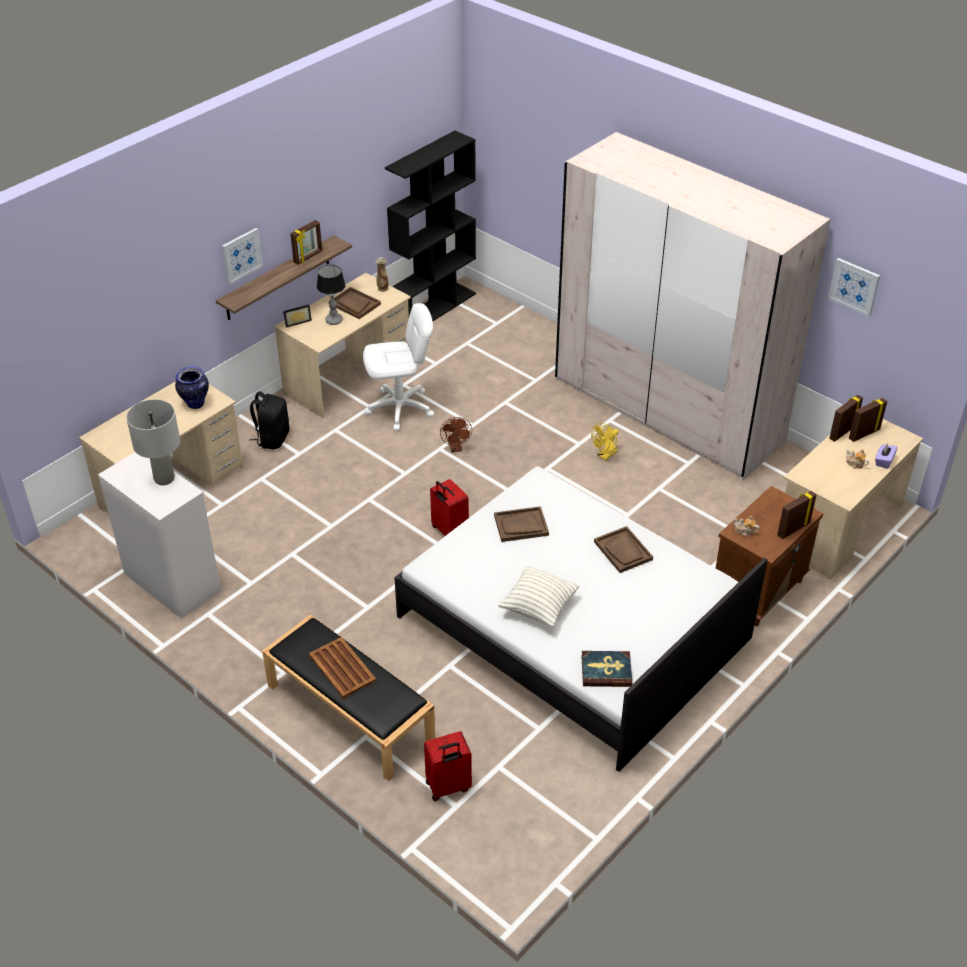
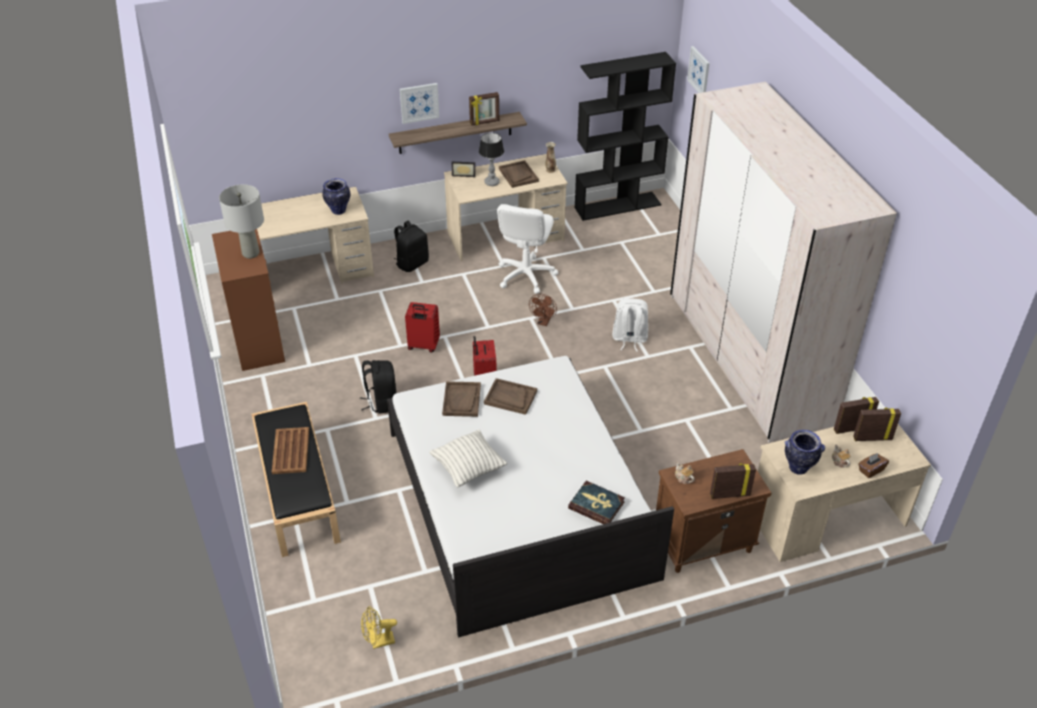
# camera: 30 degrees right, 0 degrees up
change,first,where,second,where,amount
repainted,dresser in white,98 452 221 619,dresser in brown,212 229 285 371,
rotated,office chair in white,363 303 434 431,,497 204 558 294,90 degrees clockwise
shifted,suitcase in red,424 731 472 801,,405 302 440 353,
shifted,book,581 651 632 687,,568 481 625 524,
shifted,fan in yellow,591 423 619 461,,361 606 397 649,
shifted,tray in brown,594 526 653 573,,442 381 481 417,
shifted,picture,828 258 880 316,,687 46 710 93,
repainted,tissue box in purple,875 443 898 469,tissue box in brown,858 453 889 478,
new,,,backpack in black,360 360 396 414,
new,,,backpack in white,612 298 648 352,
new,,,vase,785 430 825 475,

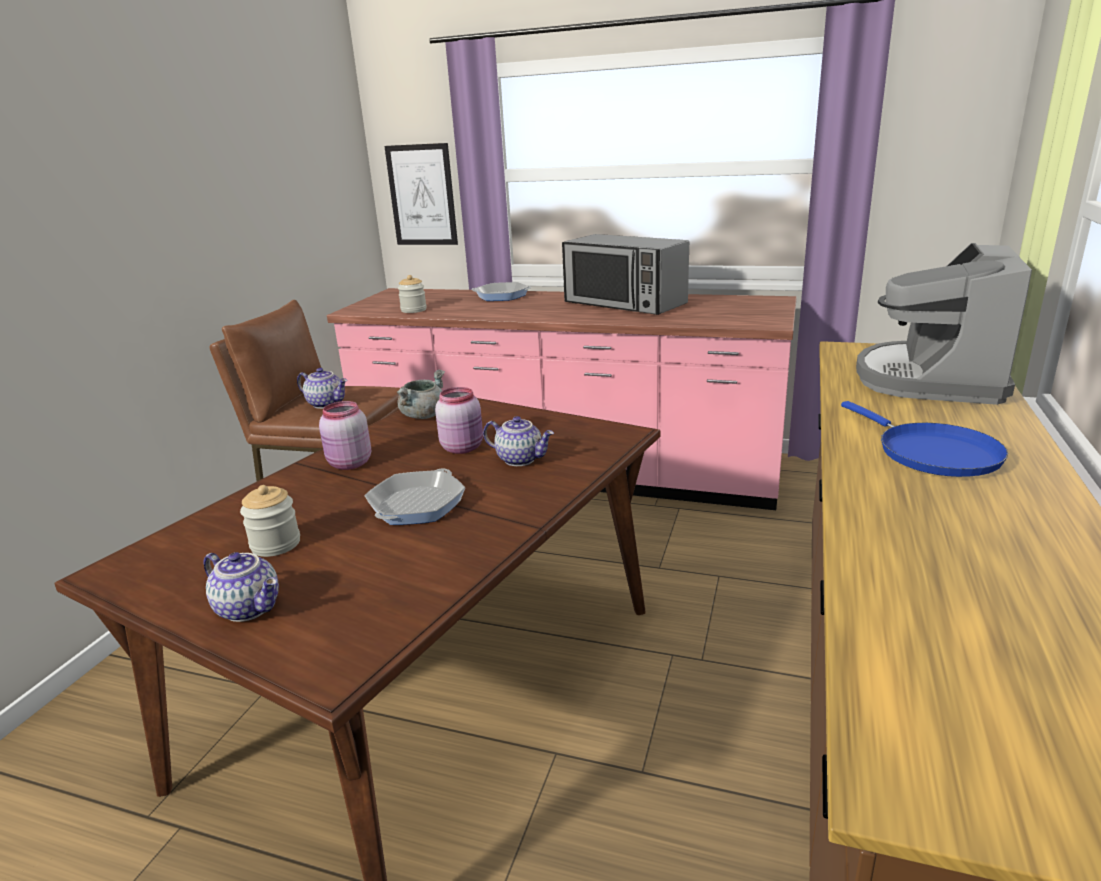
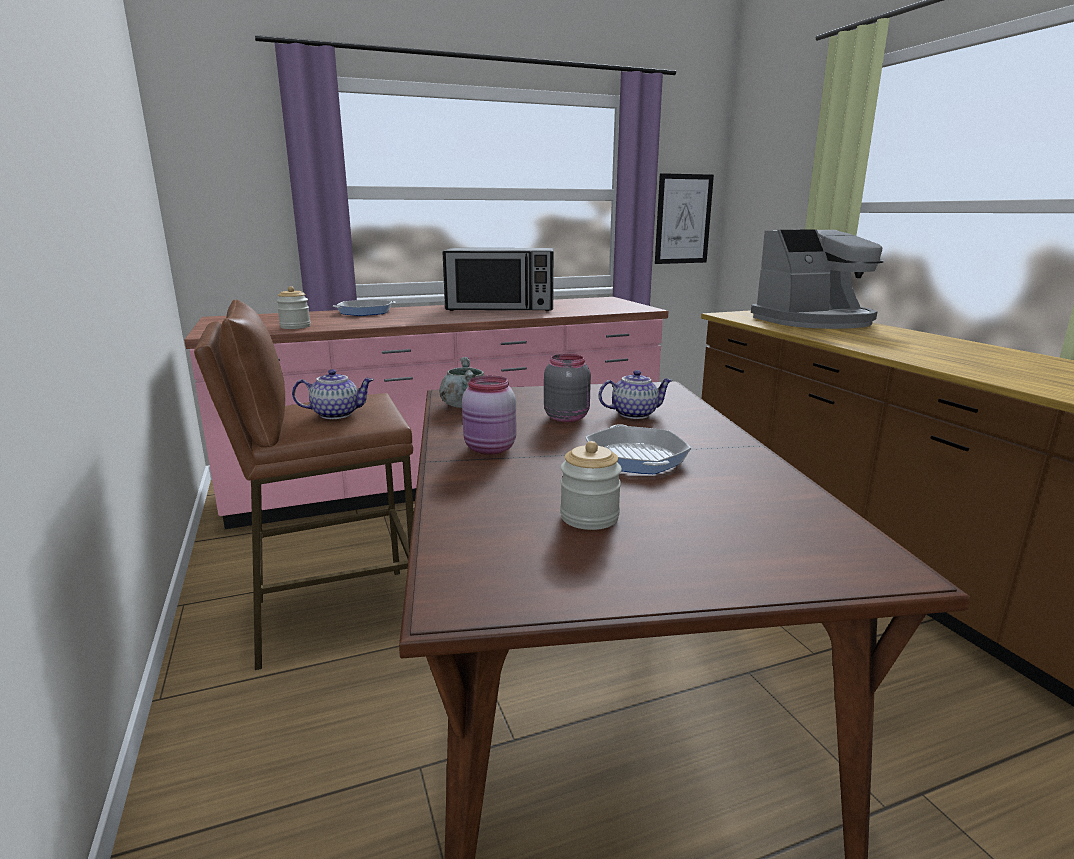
# camera: 40 degrees left, 5 degrees down
change,first,where,second,where,amount
gone,teapot,203 552 279 622,,,
shifted,picture,384 143 458 245,,655 173 714 264,
repainted,jar in pink,435 387 483 454,jar in grey,544 354 591 422,
gone,frying pan in blue,841 401 1008 477,,,
rotated,coffee machine,856 243 1032 405,,751 229 883 329,90 degrees counterclockwise

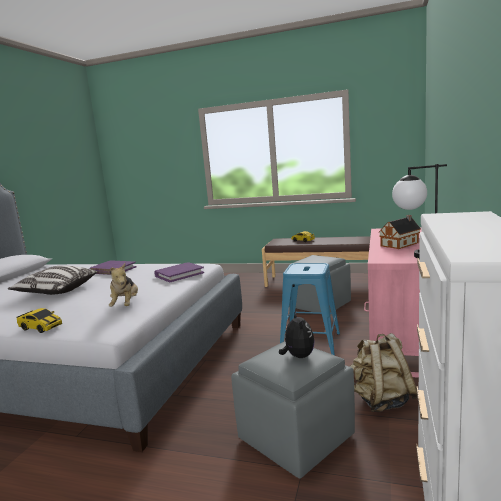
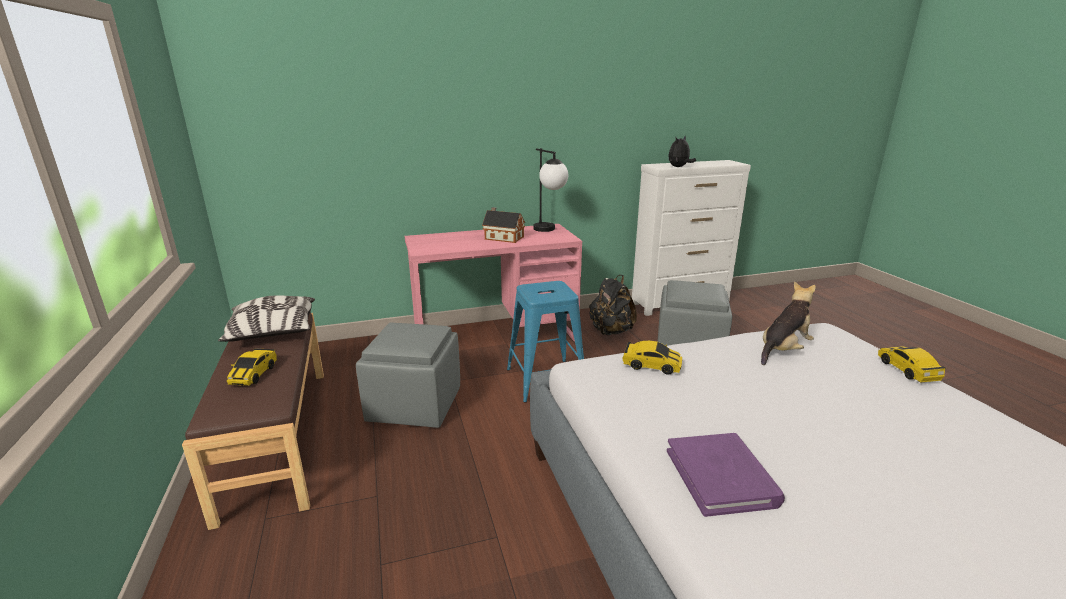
# camera: 125 degrees left, 10 degrees up
change,first,where,second,where,amount
shifted,pillow,8 266 97 295,,218 295 315 342,
swapped,book in purple,155 262 204 282,toy car,622 341 682 375,
shifted,plush toy,279 310 315 358,,668 136 696 167,
repainted,backpack in beige,350 333 417 412,backpack in black,589 275 637 335,

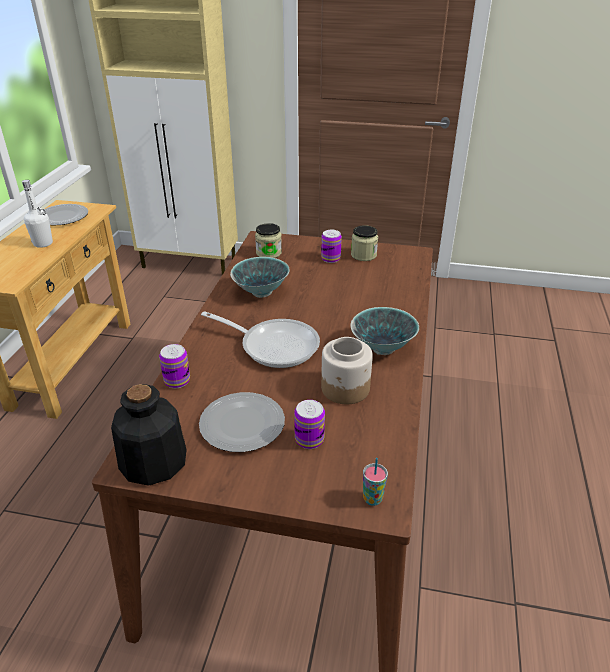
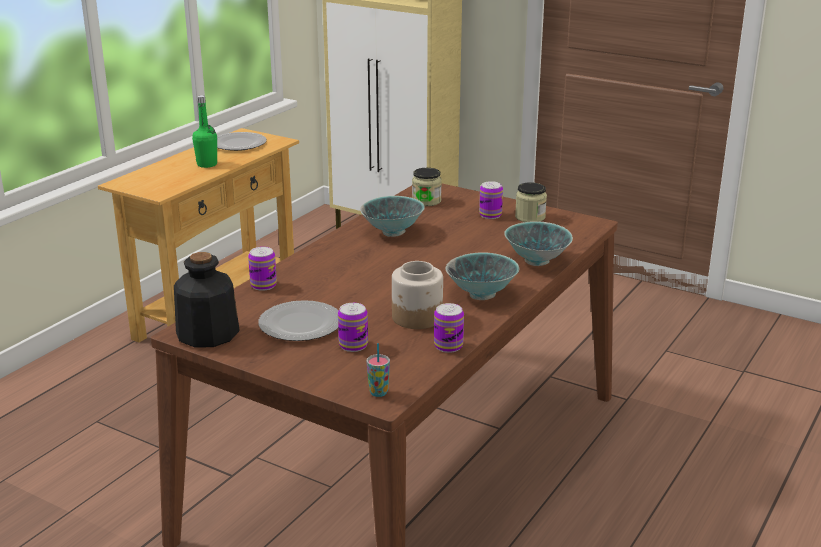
# camera: 20 degrees right, 10 degrees down
change,first,where,second,where,amount
repainted,bottle in white,22 180 53 248,bottle in green,192 95 217 168,
gone,frying pan,201 311 320 368,,,
new,,,can,434 303 464 353,
new,,,bowl,504 221 573 266,

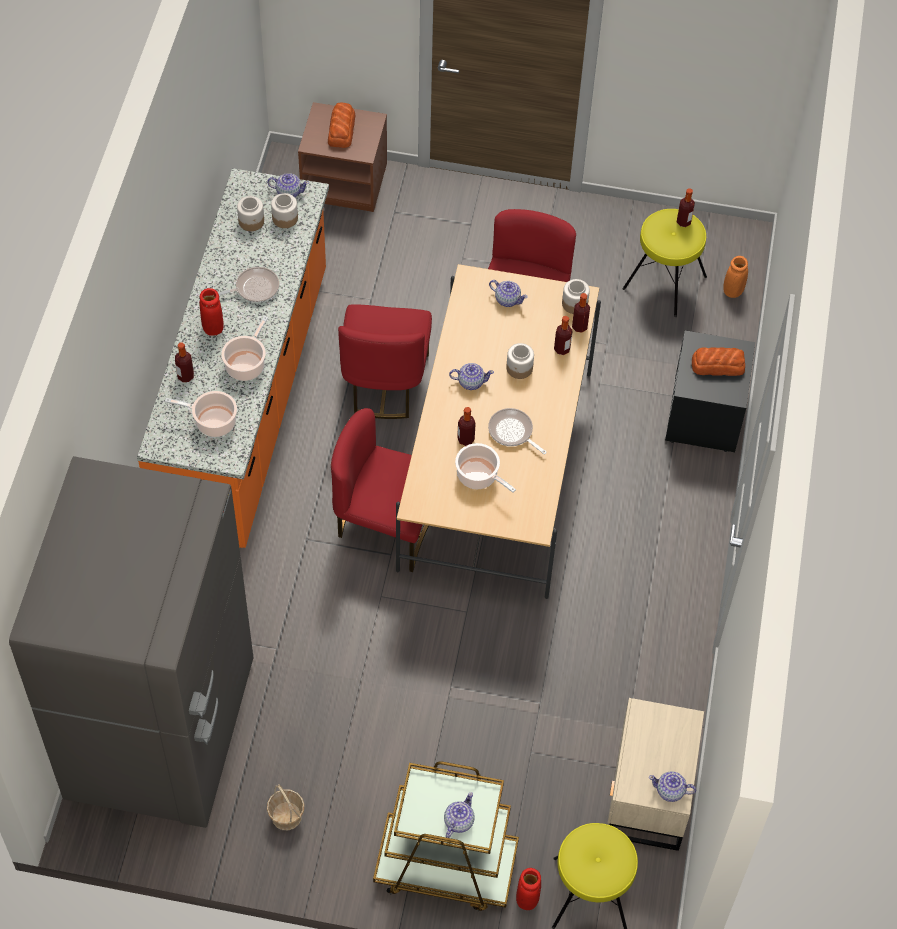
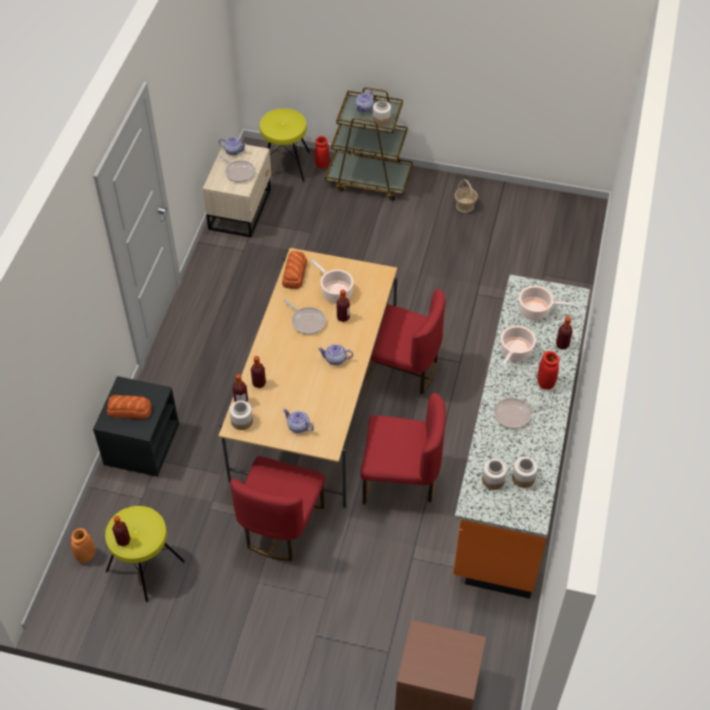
# camera: 175 degrees left, 5 degrees down
change,first,where,second,where,amount
gone,fridge in grey,9 456 254 828,,,
gone,teapot,267 173 309 197,,,
shifted,bread,328 103 355 148,,282 251 307 289,
rotated,chair in red,338 304 432 419,,360 393 446 504,90 degrees clockwise
shifted,jar,506 343 534 379,,373 101 391 126,
new,,,frying pan,219 155 255 182,

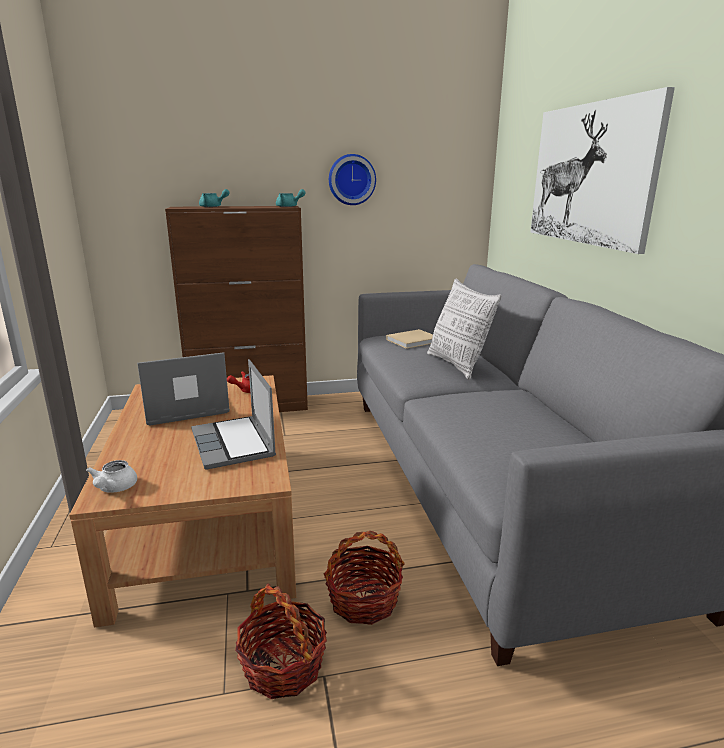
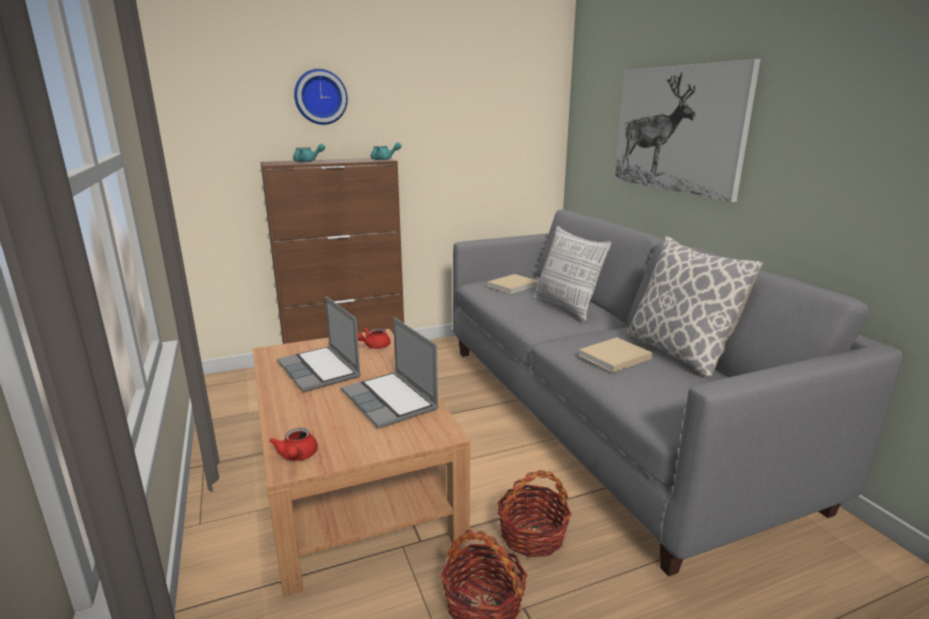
# camera: 10 degrees left, 0 degrees up
change,first,where,second,where,amount
repainted,teapot in white,86 460 137 493,teapot in red,269 428 318 461,
rotated,laptop,137 352 230 425,,277 296 361 392,90 degrees counterclockwise
shifted,wall clock,329 154 376 205,,294 69 348 125,
new,,,book in beige,578 337 652 373,
new,,,pillow,627 236 763 377,

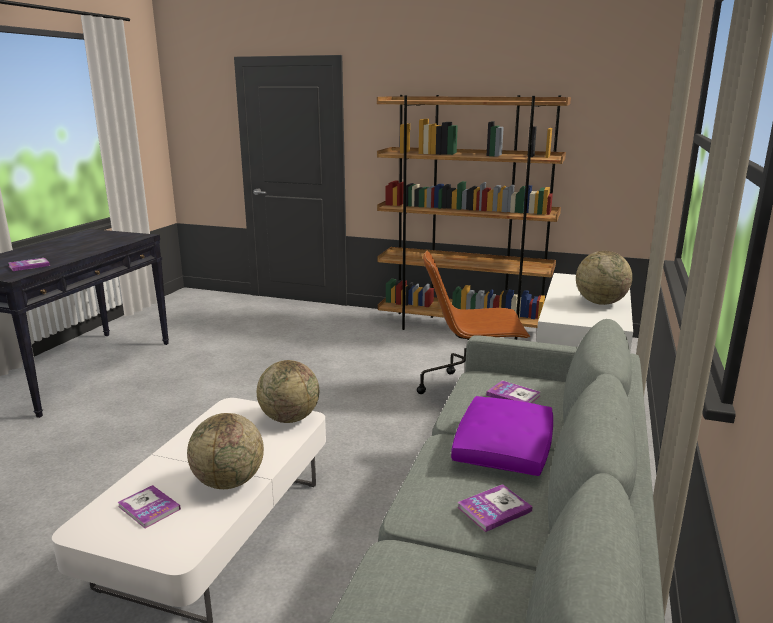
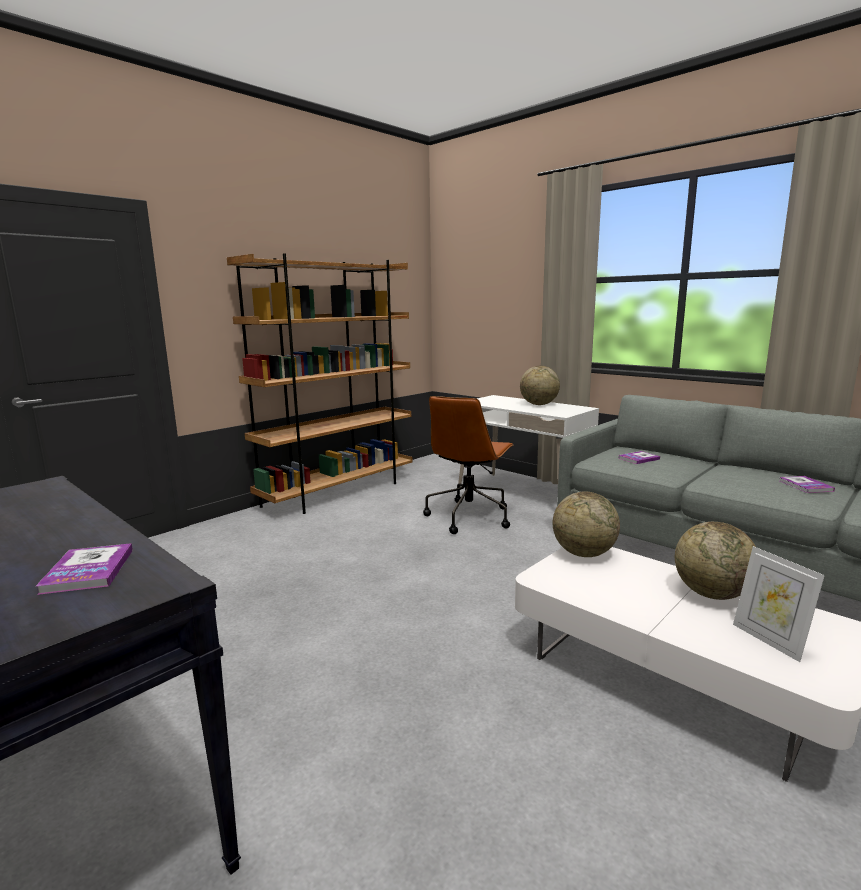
# camera: 65 degrees left, 5 degrees down
change,first,where,second,where,amount
swapped,book,118 485 181 528,picture frame,733 546 825 662,
gone,pillow in purple,451 396 553 476,,,

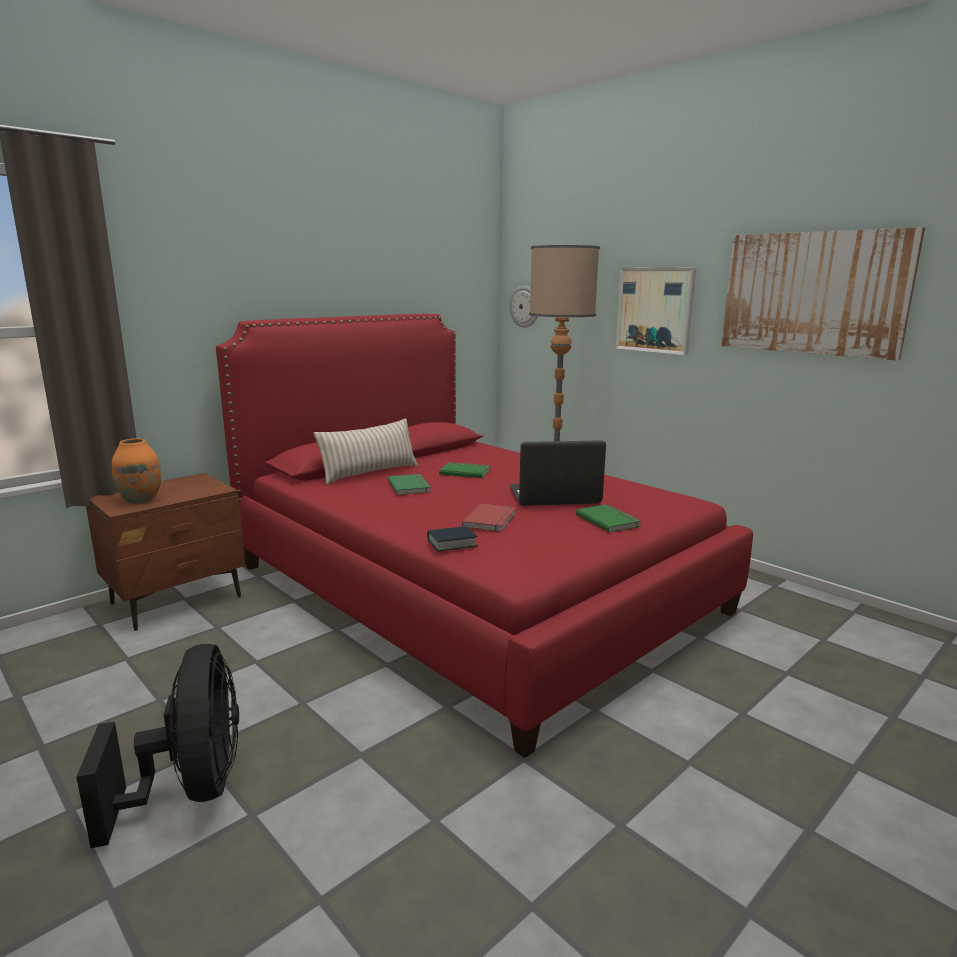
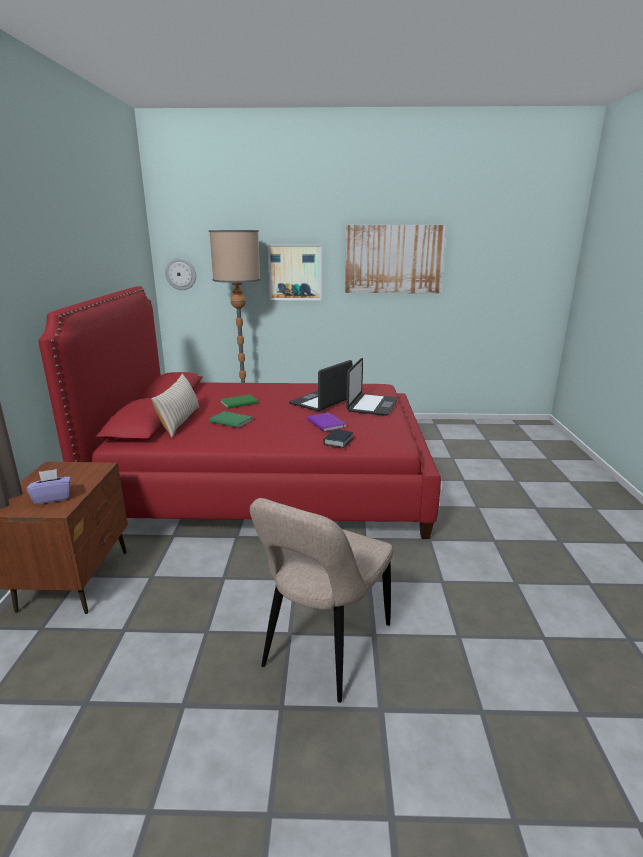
# camera: 45 degrees left, 5 degrees up
change,first,where,second,where,amount
swapped,fan in black,76 644 239 848,chair in beige,250 498 393 703,
swapped,vase in orange,112 438 161 504,tissue box in purple,27 469 71 505,
repainted,book in red,462 504 516 532,book in purple,307 413 347 432,
swapped,book in green,576 504 641 532,laptop,346 358 398 416,

